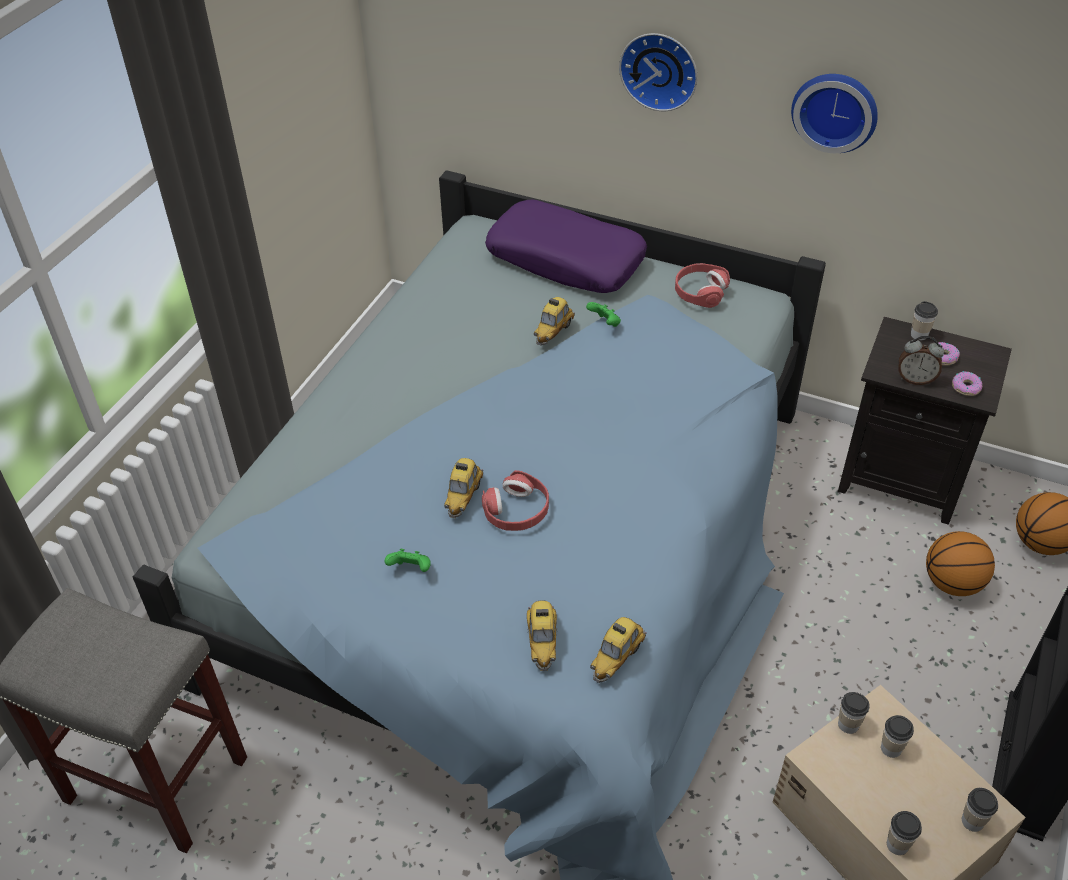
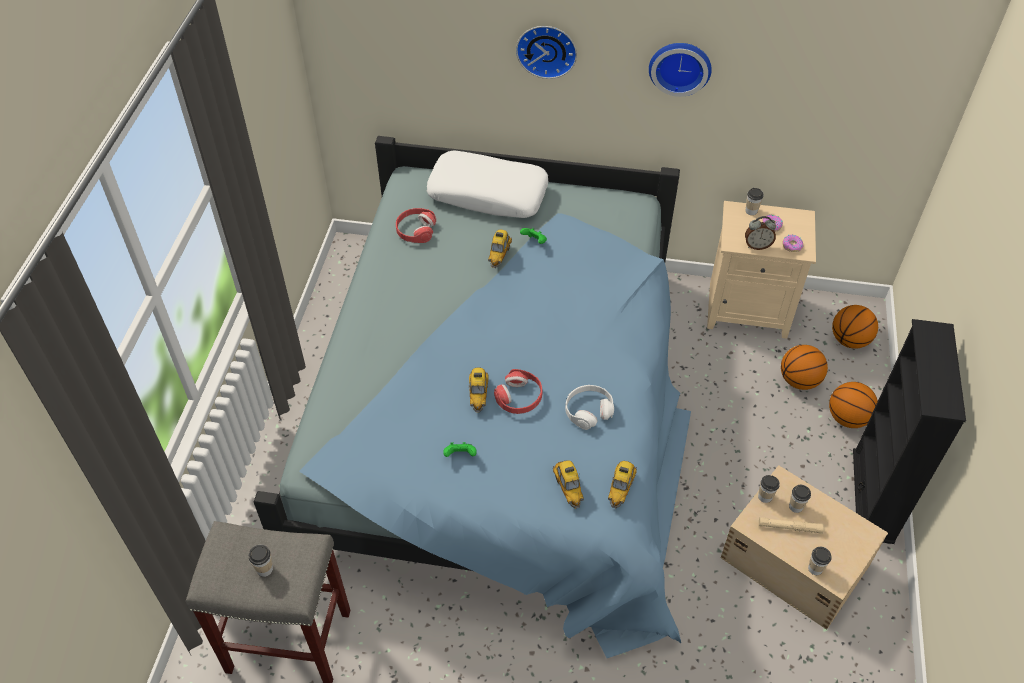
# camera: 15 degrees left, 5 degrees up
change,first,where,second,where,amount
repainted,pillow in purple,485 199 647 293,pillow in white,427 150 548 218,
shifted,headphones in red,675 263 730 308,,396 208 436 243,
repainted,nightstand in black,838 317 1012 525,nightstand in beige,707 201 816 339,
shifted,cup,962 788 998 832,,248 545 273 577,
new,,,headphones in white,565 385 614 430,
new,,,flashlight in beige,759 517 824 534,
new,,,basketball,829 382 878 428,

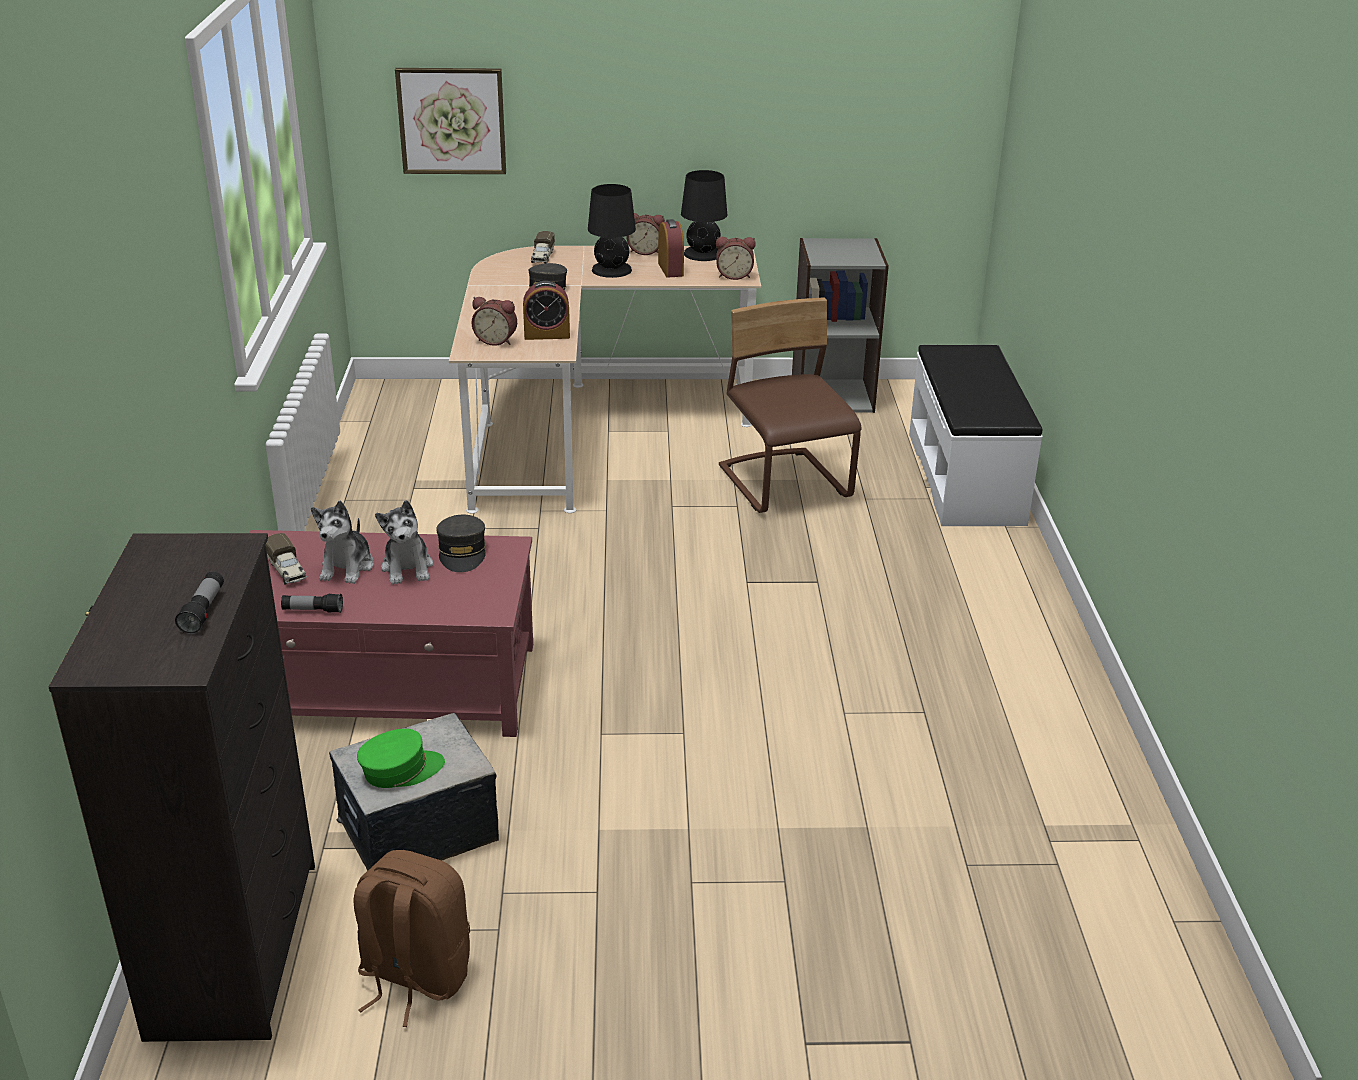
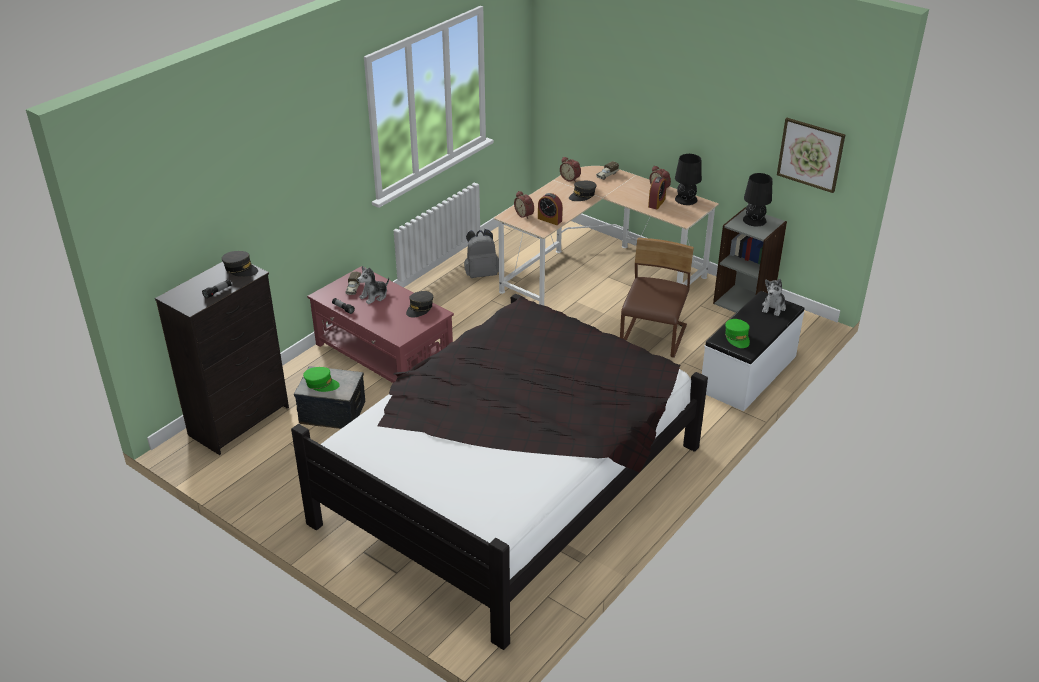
# camera: 40 degrees right, 5 degrees up
change,first,where,second,where,amount
gone,backpack in brown,353 850 470 1027,,,
shifted,plush toy,375 500 434 585,,762 279 786 316,
shifted,picture,395 68 506 174,,777 118 845 193,
shifted,table lamp in black,588 184 636 278,,743 173 772 226,
shifted,alarm clock,716 237 756 280,,560 157 581 182,
new,,,cap in grey,222 251 258 277,
new,,,bed in black,291 293 708 650,
new,,,backpack in grey,464 229 499 278,
new,,,cap in green,725 319 750 348,

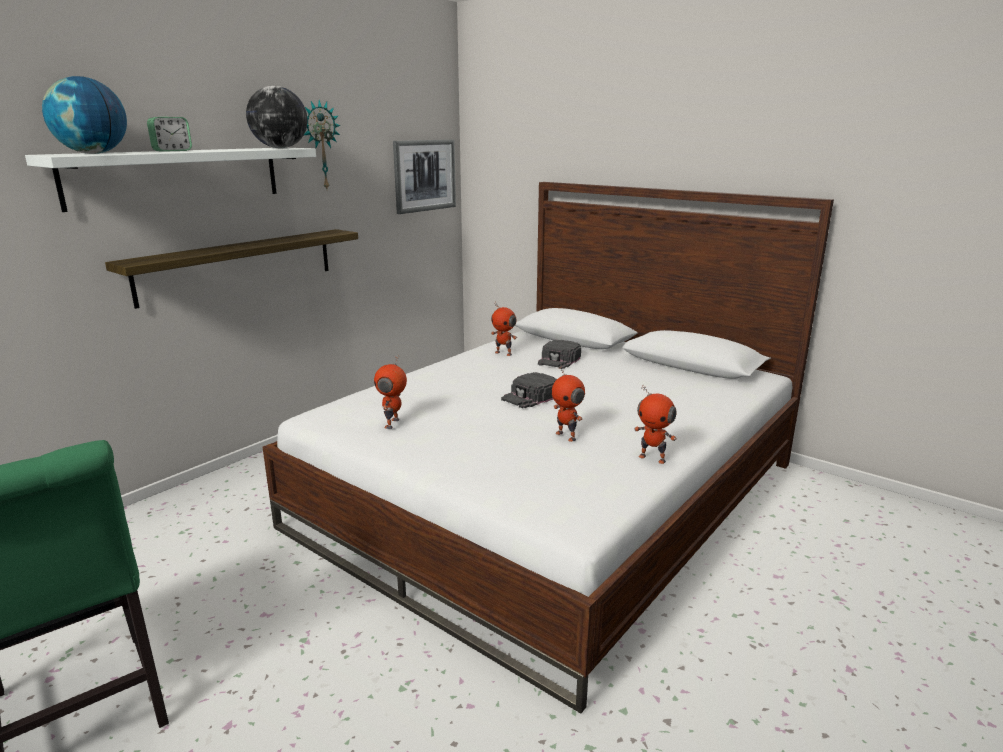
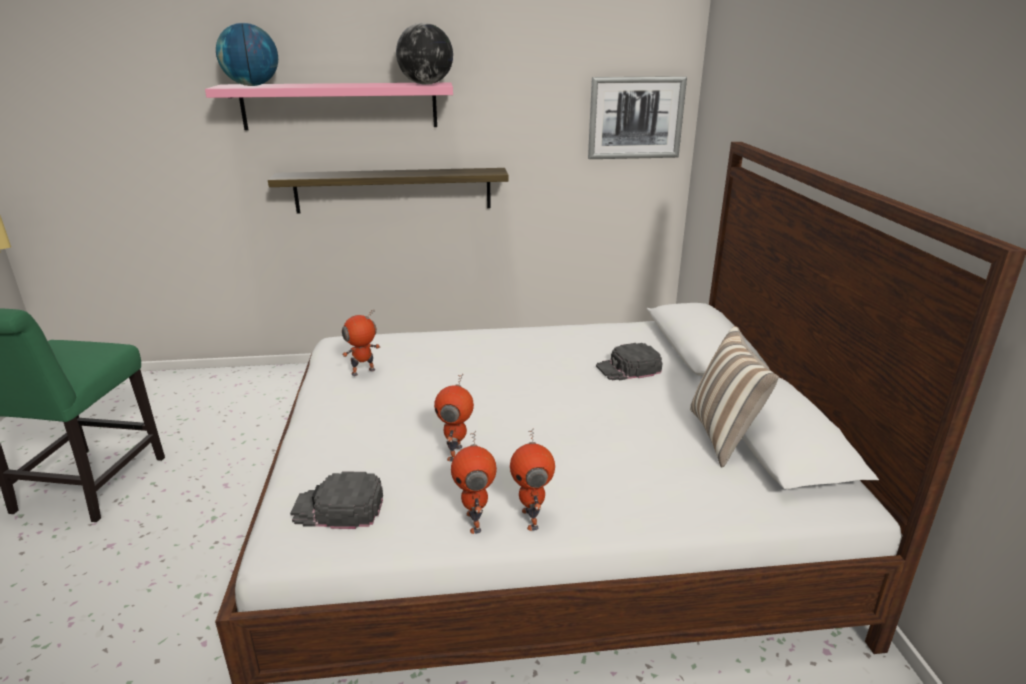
# camera: 45 degrees right, 5 degrees up
change,first,where,second,where,amount
repainted,shelf in white,25 148 316 212,shelf in pink,205 82 453 130,
gone,alarm clock,147 117 192 152,,,
gone,wall clock,304 100 341 189,,,
shifted,toy robot,491 303 517 356,,510 428 555 531,
shifted,cap in black,501 372 557 408,,290 472 383 529,
new,,,pillow,690 326 779 468,

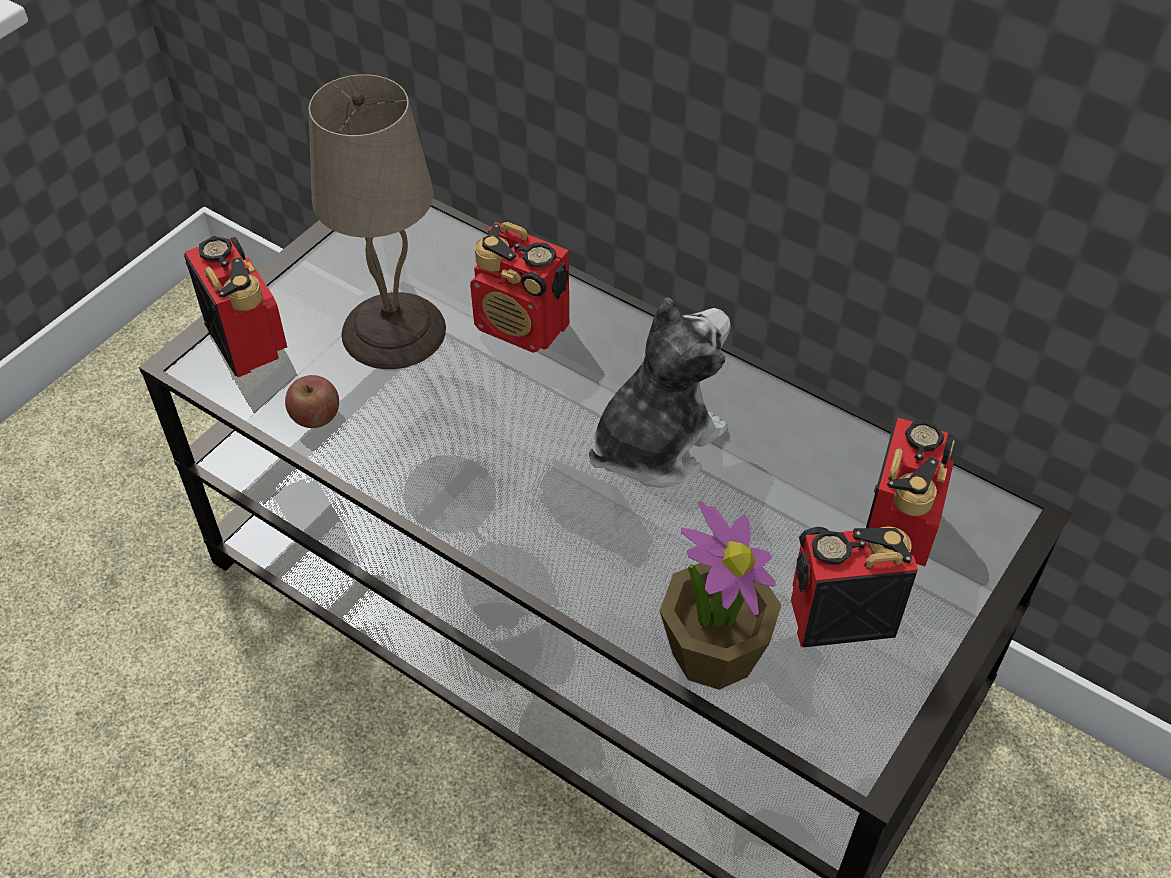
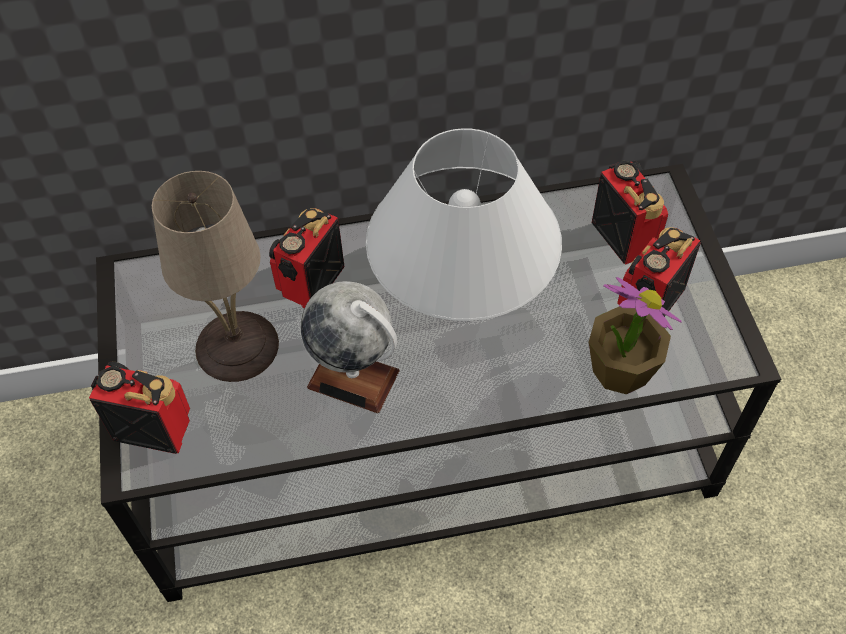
# camera: 45 degrees left, 5 degrees up
change,first,where,second,where,amount
gone,apple,285 375 339 428,,,
rotated,radio,470 222 569 353,,269 208 345 308,135 degrees clockwise
swapped,plush toy,589 297 731 488,table lamp in white,366 128 562 321,
new,,,globe,300 281 399 413,

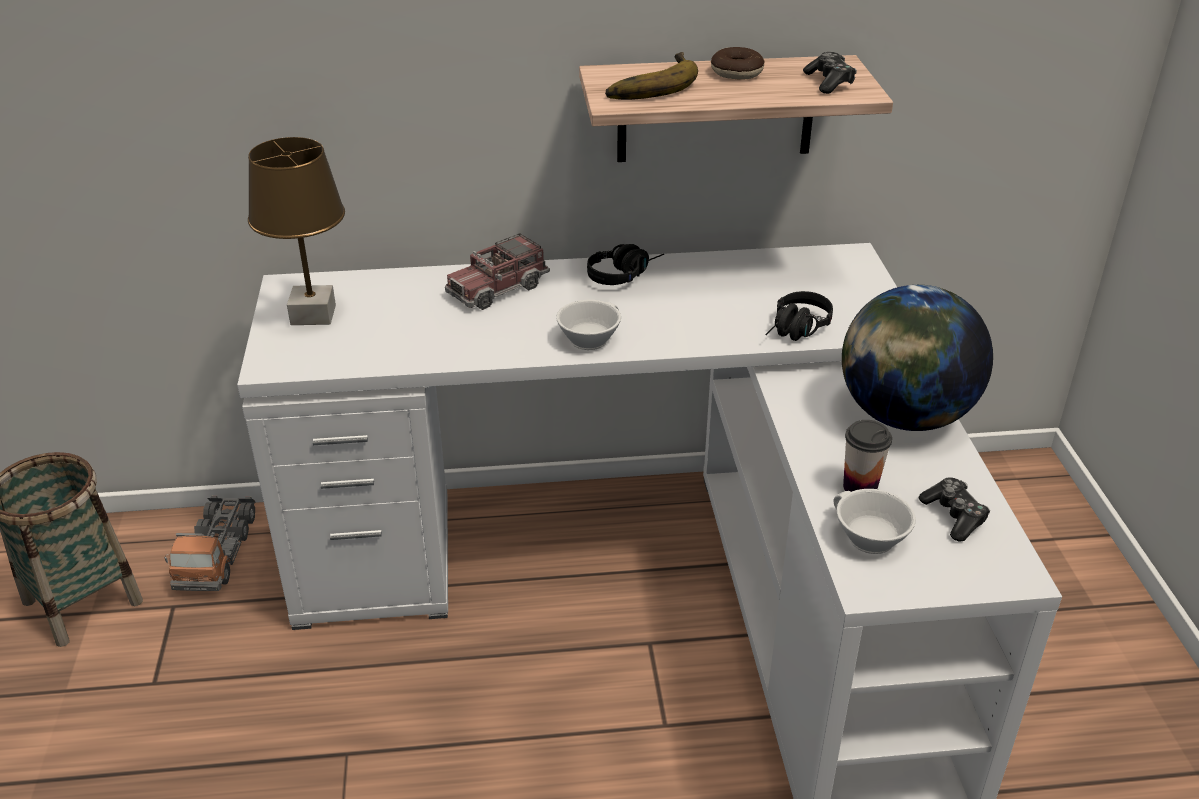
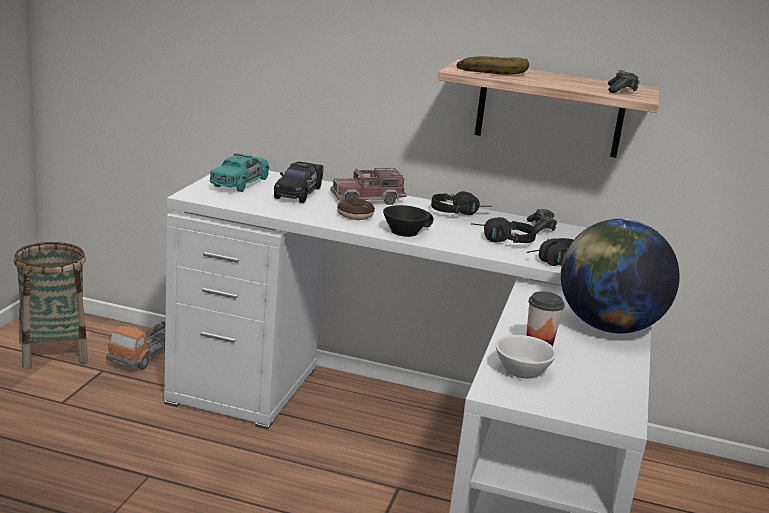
# camera: 20 degrees right, 15 degrees down
change,first,where,second,where,amount
swapped,table lamp in brown,248 137 345 325,toy car in turquoise,209 153 269 192,
repainted,cup in white,556 300 621 350,cup in black,383 205 434 237,
shifted,donut,711 47 765 80,,337 198 375 220,
shifted,game controller,919 478 990 542,,527 209 557 234,
new,,,toy car in black,274 162 323 203,
new,,,headphones in black,471 217 536 243,

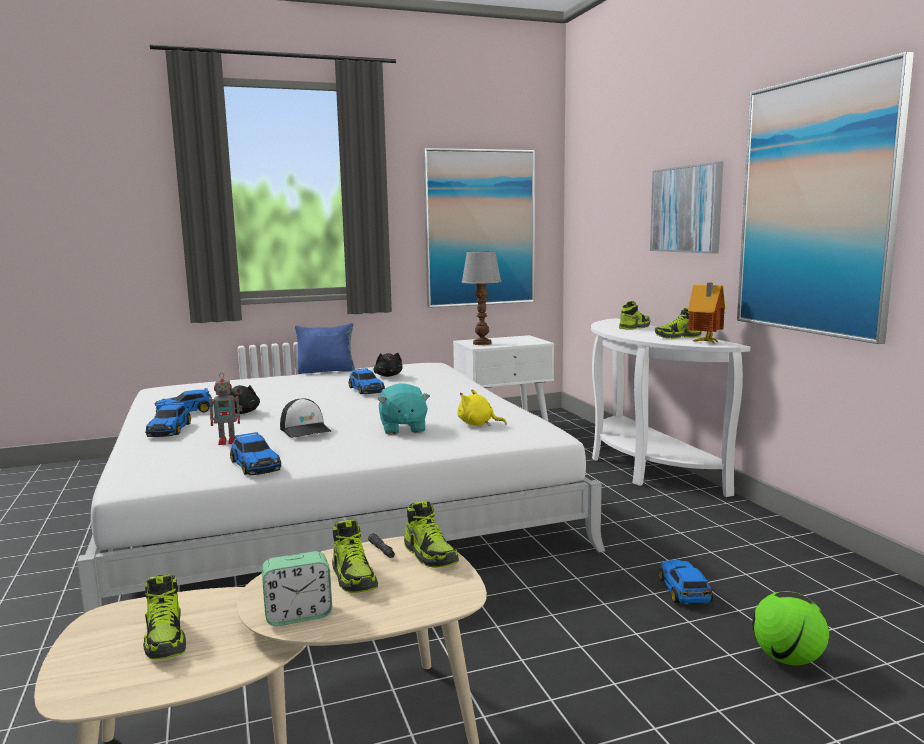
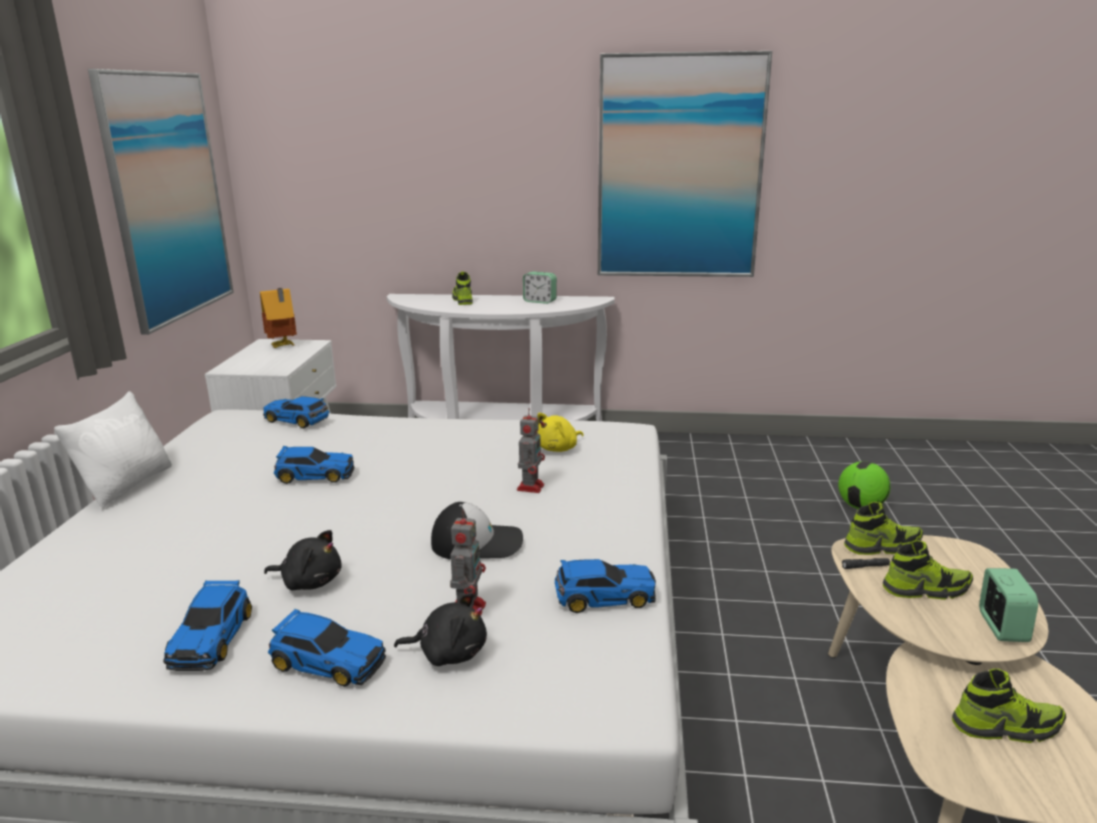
# camera: 65 degrees left, 10 degrees up
change,first,where,second,where,amount
repainted,pillow in blue,295 323 355 374,pillow in white,54 391 172 508,
shifted,plush toy in black,374 353 402 377,,394 593 487 666,
swapped,plush toy in turquoise,378 383 430 435,toy robot,517 408 545 493,
gone,table lamp,462 251 502 345,,,
gone,picture,650 162 723 254,,,
swapped,shoe,655 307 702 339,alarm clock,523 272 557 304,
shifted,toy car,659 560 713 605,,263 396 329 429,
shifted,toy house,688 283 725 343,,260 288 297 348,

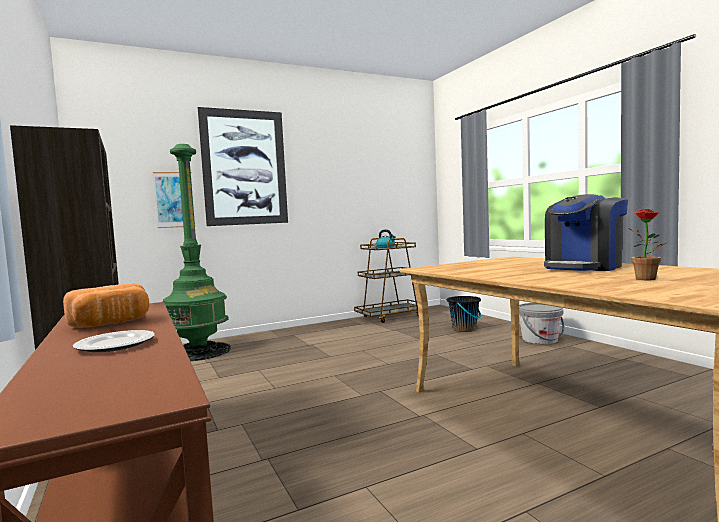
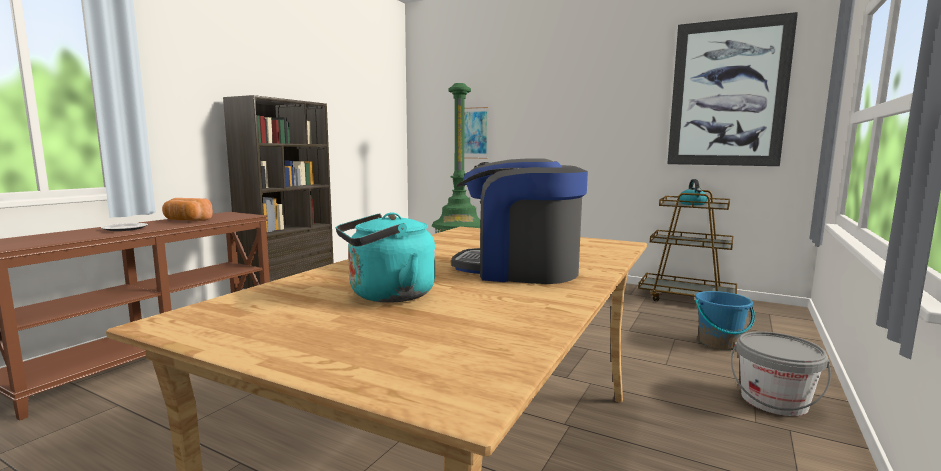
# camera: 55 degrees right, 5 degrees up
change,first,where,second,where,amount
shifted,picture,198 107 288 226,,667 12 798 166,
repainted,bucket in black,447 296 481 332,bucket in blue,695 291 755 350,
swapped,potted plant,630 209 666 280,kettle in turquoise,336 212 435 303,

